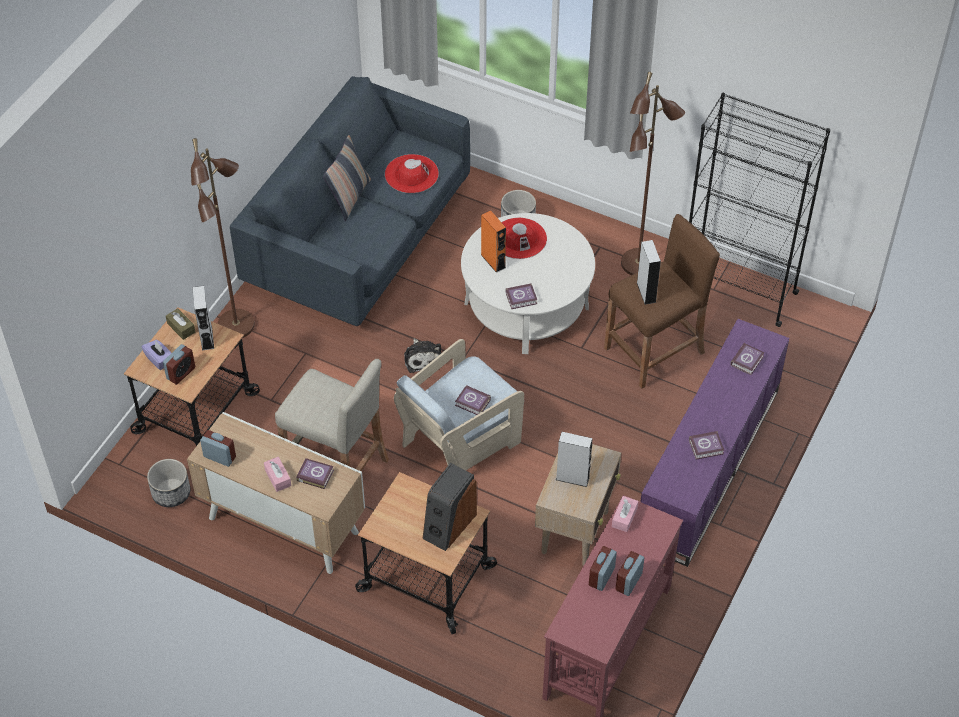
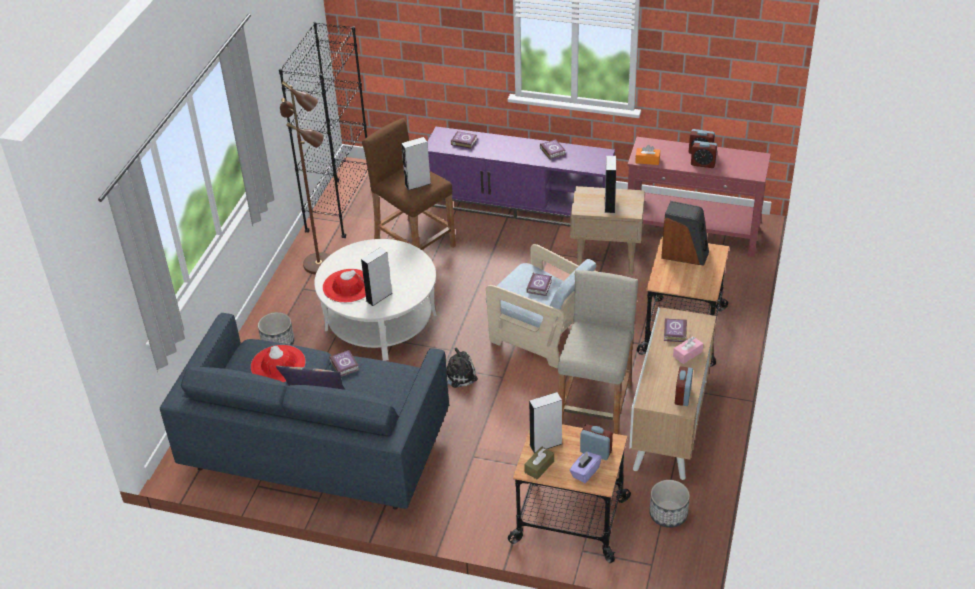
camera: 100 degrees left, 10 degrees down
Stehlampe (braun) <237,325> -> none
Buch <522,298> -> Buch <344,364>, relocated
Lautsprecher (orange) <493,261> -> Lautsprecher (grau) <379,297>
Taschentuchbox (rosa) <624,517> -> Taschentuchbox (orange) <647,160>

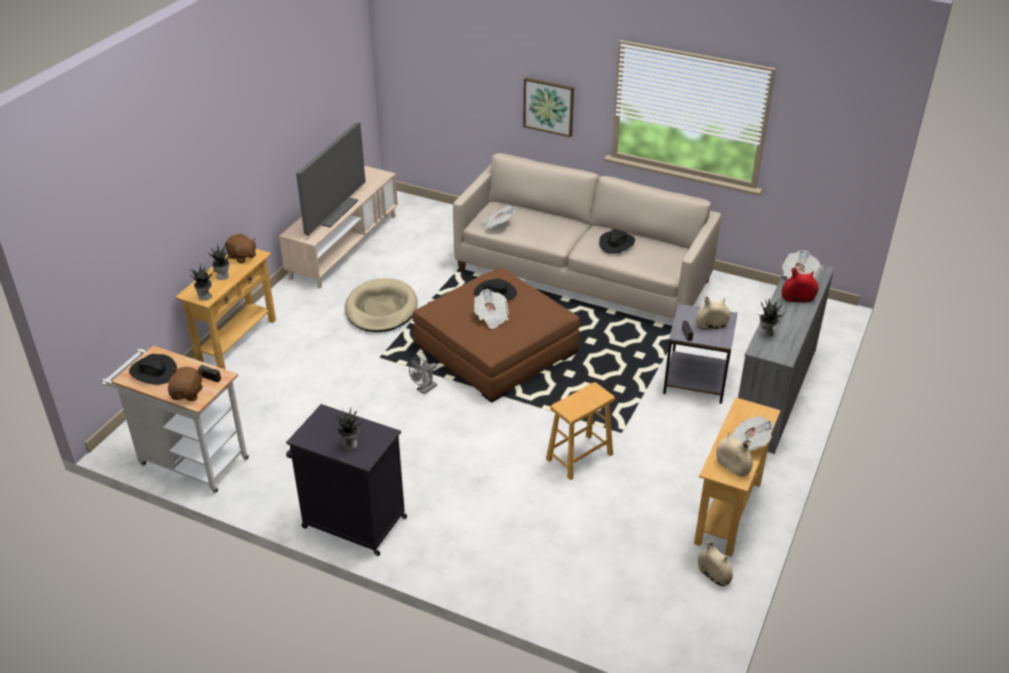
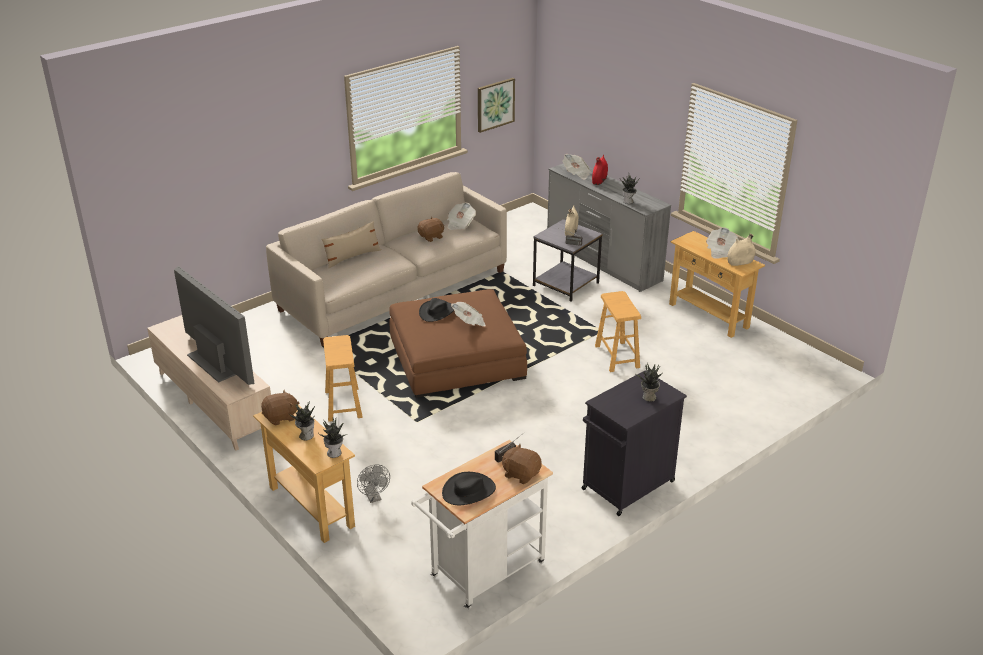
camera: 65 degrees left, 5 degrees down
Vase (beige) <713,575> -> none
none -> Kissen (beige) <352,257>
Ventilator (grau) <424,390> -> Ventilator (grau) <374,498>, relocated
Zeitung <497,225> -> Zeitung <460,224>, relocated
Bild <549,106> -> Bild <495,104>, relocated
Hundebett (beige) <381,309> -> Hocker (braun) <343,404>
Hut (schwarz) <616,243> -> Plüschtier (braun) <431,237>

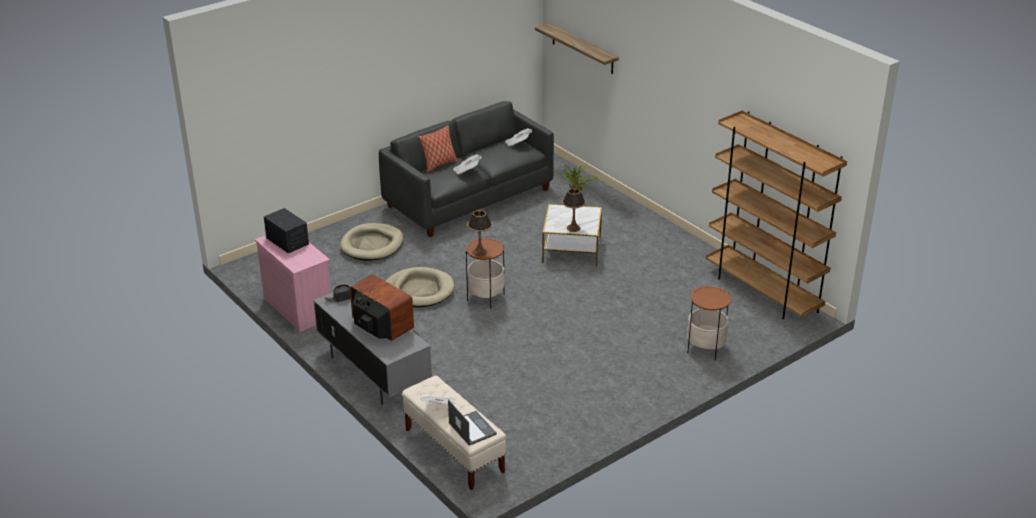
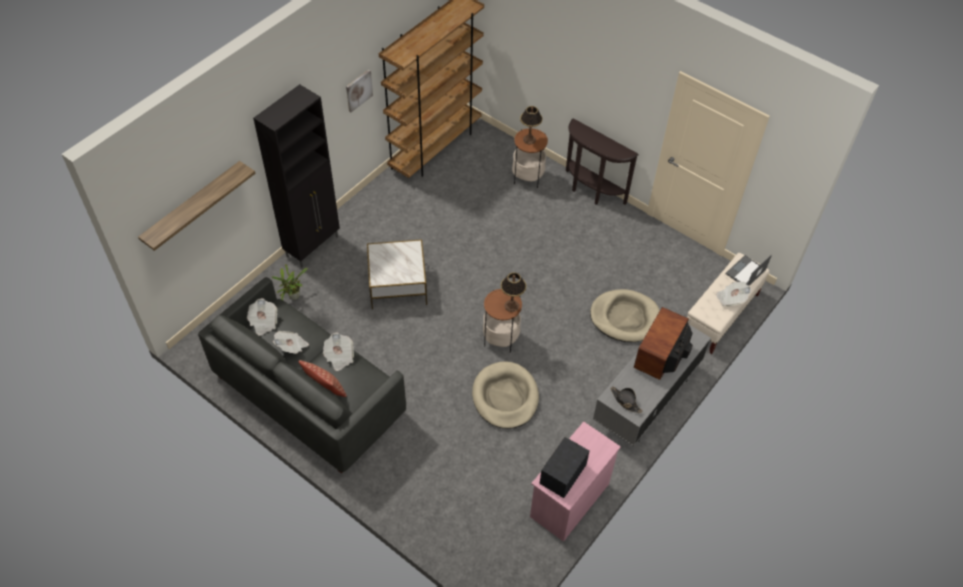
camera: 105 degrees left, 20 degrees up
none -> Schrank (schwarz) <313,246>
none -> Zeitung <292,347>
none -> Bild <358,90>
none -> Konsolentisch (braun) <591,192>
Hundebett (beige) <372,245> -> Hundebett (beige) <625,317>, relocated
Tischlampe <573,228> -> Tischlampe <529,140>, relocated

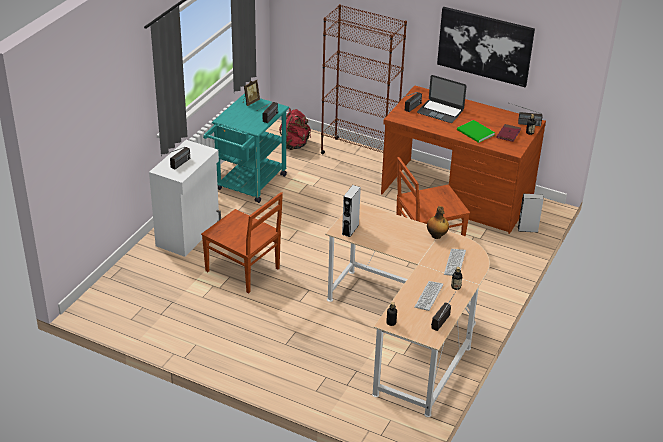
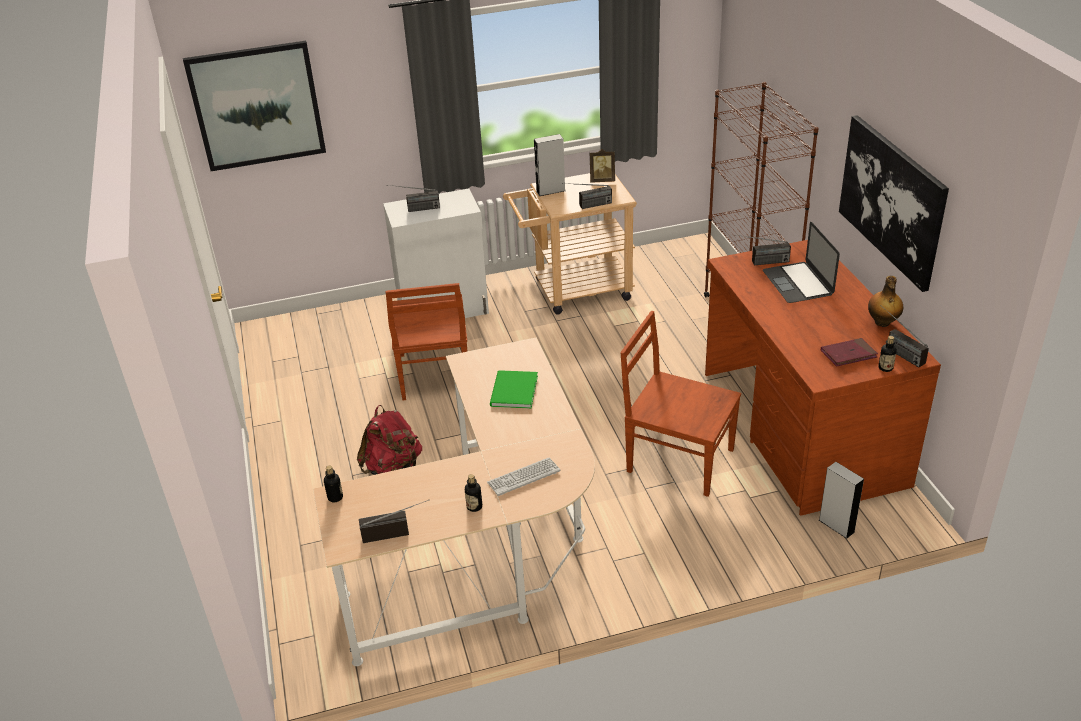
camera: 50 degrees right, 0 degrees up
Tastatur <428,296> -> none
none -> Bild <257,106>
Rucksack (rot) <295,144> -> Rucksack (rot) <393,467>, relocated
Lautsprecher (grau) <350,229> -> Lautsprecher (grau) <550,191>, relocated
Flasche <436,236> -> Flasche <882,322>, relocated
Buch (grün) <475,133> -> Buch (grün) <512,392>, relocated
Rollwagen (türkis) <248,185> -> Rollwagen (beige) <574,291>

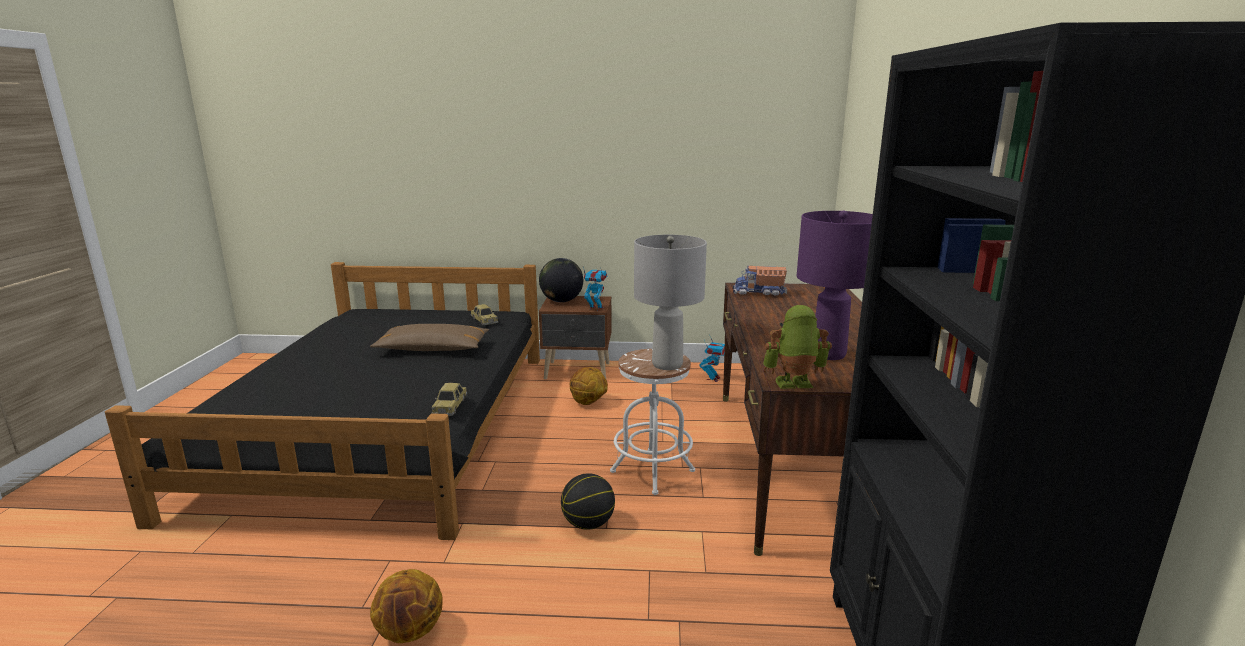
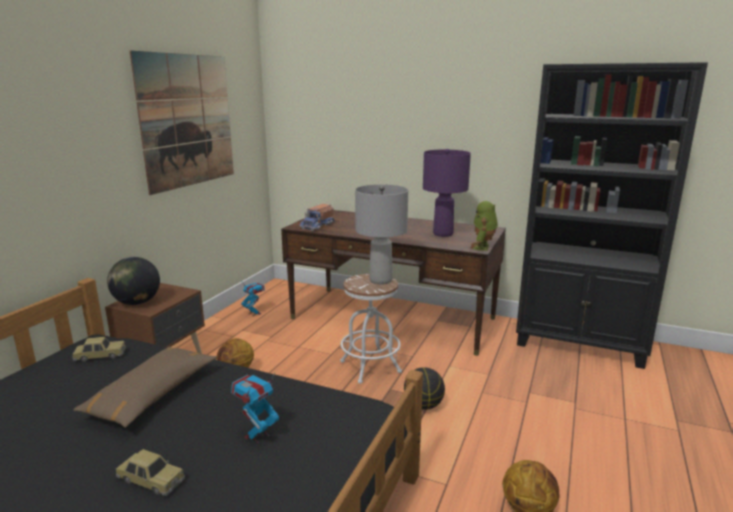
camera: 70 degrees left, 0 degrees up
none -> Bild <187,121>
Spielzeugauto <450,406> -> Spielzeugauto <151,480>, relocated
Spielzeugroboter <595,308> -> Spielzeugroboter <257,436>, relocated

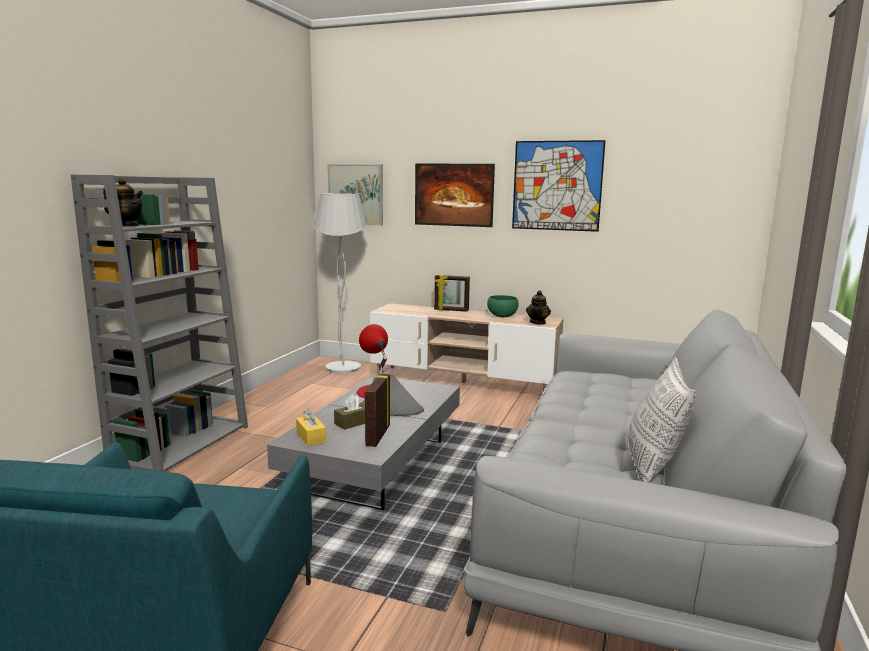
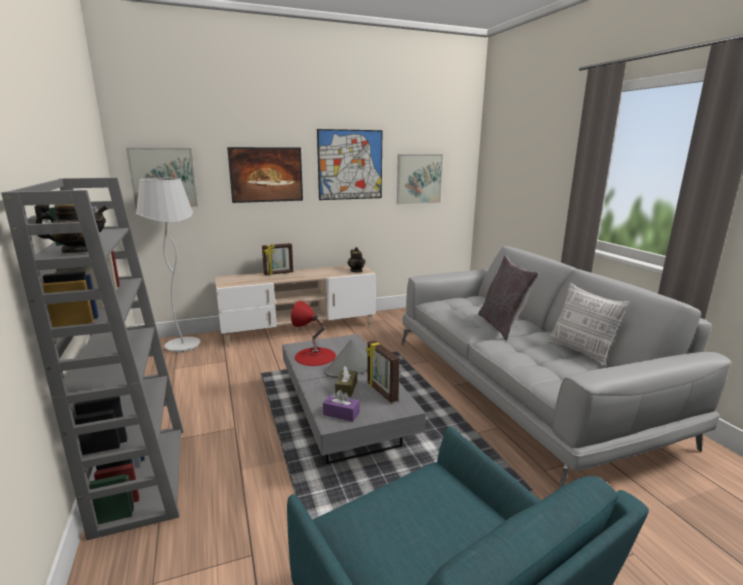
camera: 40 degrees left, 5 degrees up
Schüssel (grün) <502,315> -> none
none -> Bild <419,179>
none -> Kissen (grau) <502,326>
Taschentuchbox (gelb) <311,437> -> Taschentuchbox (lila) <341,413>

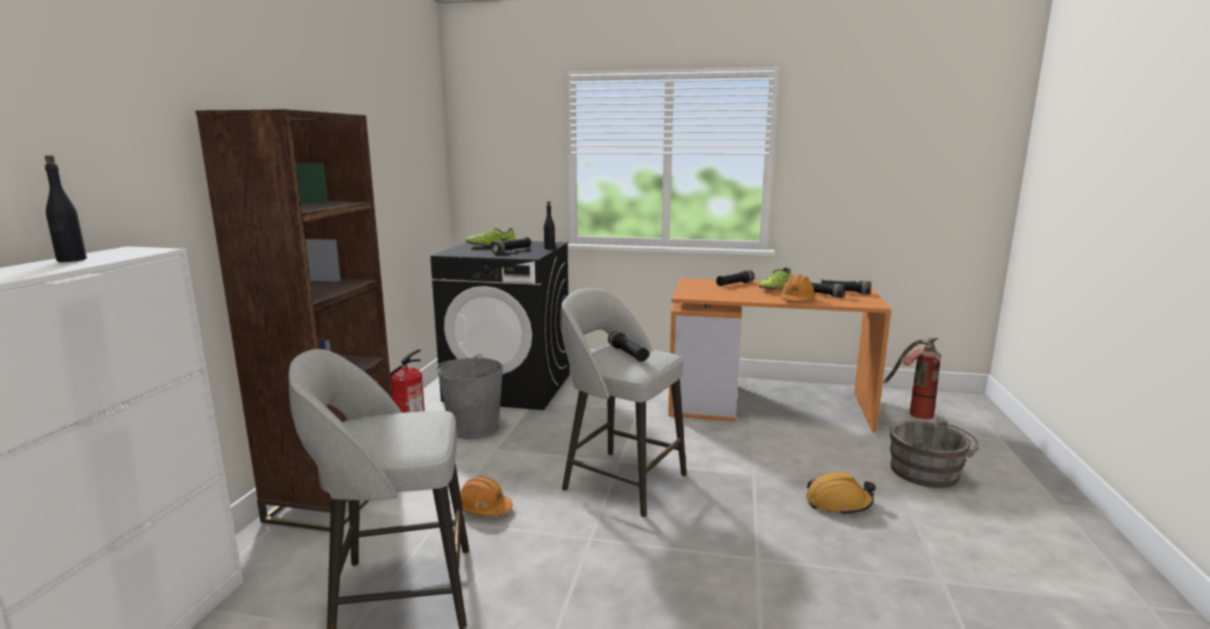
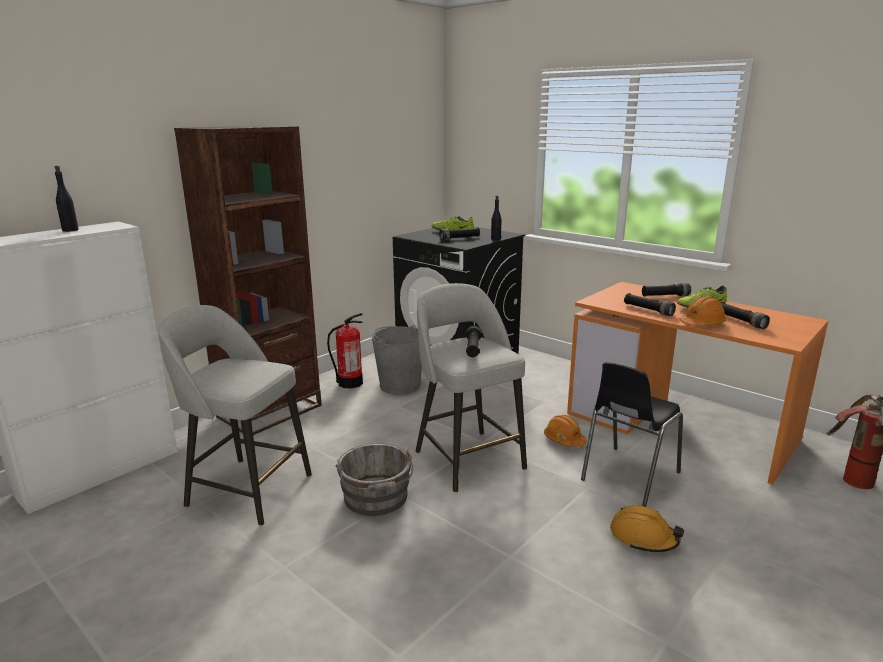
camera: 30 degrees right, 5 degrees up
none -> Stuhl (schwarz) <628,477>
Schutzhelm (orange) <484,508> -> Schutzhelm (orange) <564,440>, relocated
Taschenlampe (schwarz) <844,292> -> Taschenlampe (schwarz) <648,310>, relocated
Eimer (grau) <928,473> -> Eimer (grau) <376,499>, relocated

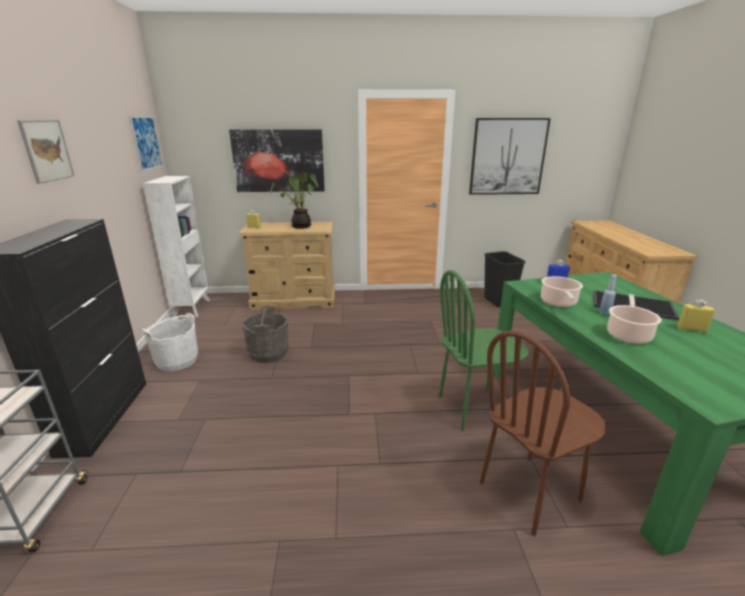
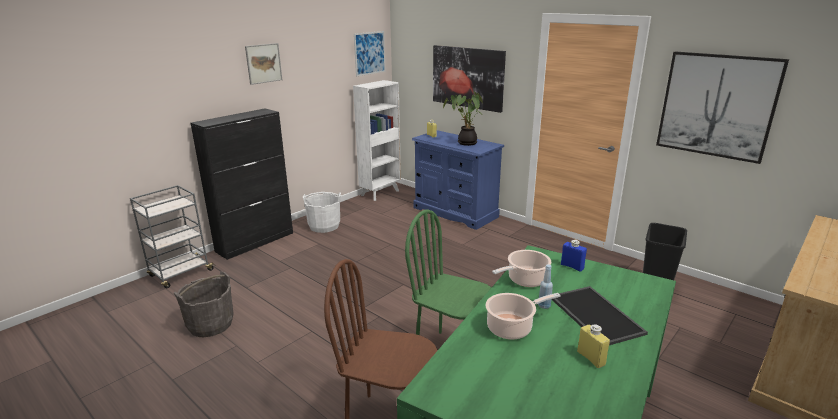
camera: 45 degrees right, 0 degrees up
Eimer (grau) <268,353> -> Eimer (grau) <210,324>, relocated
Kommode (beige) <294,300> -> Kommode (blau) <455,212>

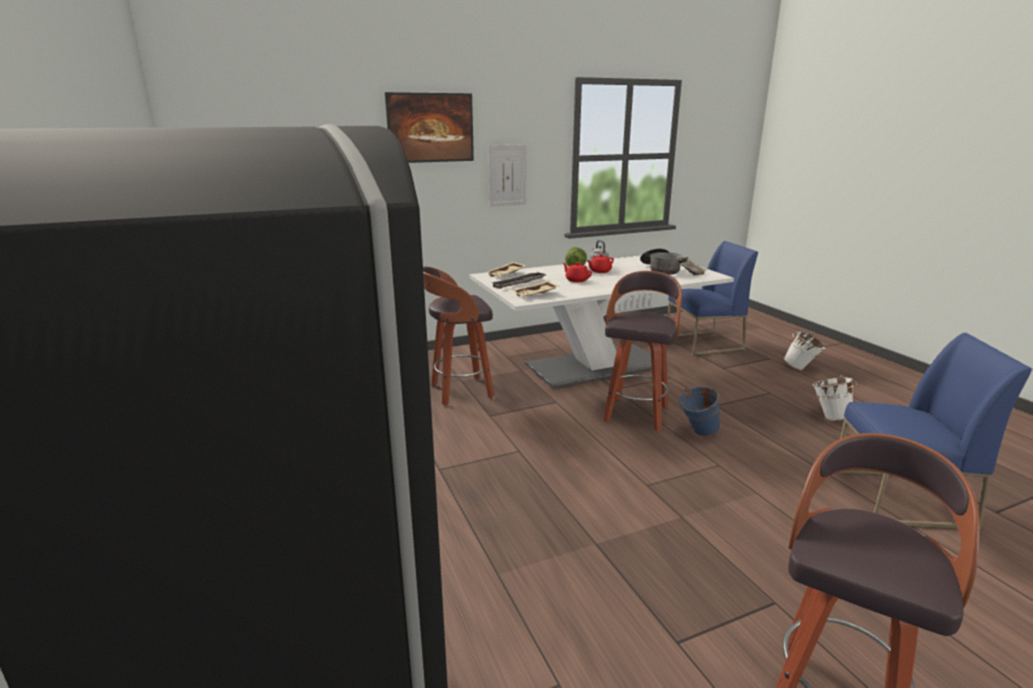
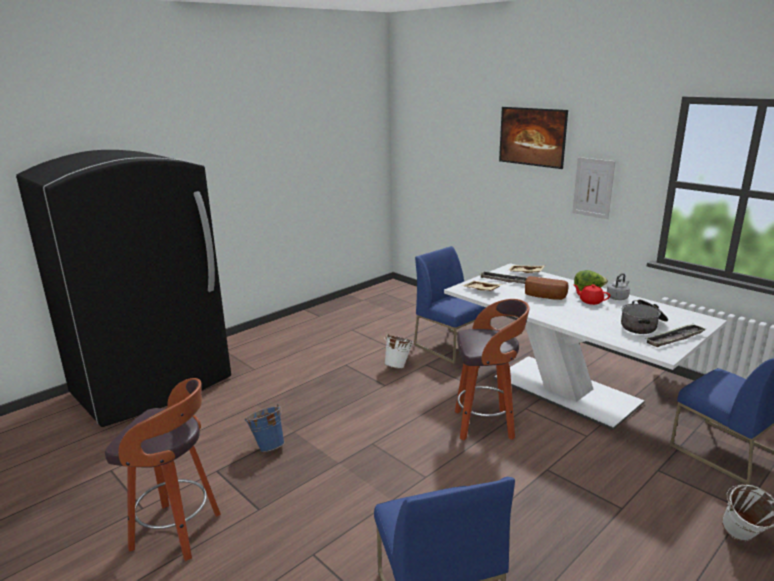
camera: 70 degrees right, 0 degrees up
Eimer (blau) <697,433> -> Eimer (blau) <268,446>, relocated
Eimer (weiß) <829,417> -> Eimer (weiß) <398,366>, relocated
Hocker <460,391> -> Stuhl (blau) <452,346>
Teekanne (rot) <576,280> -> Brot <544,297>

